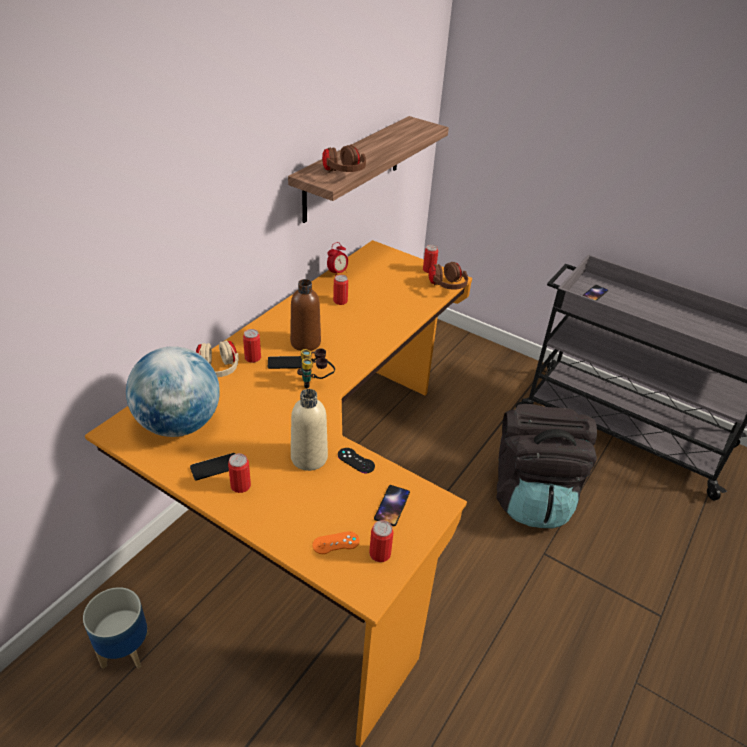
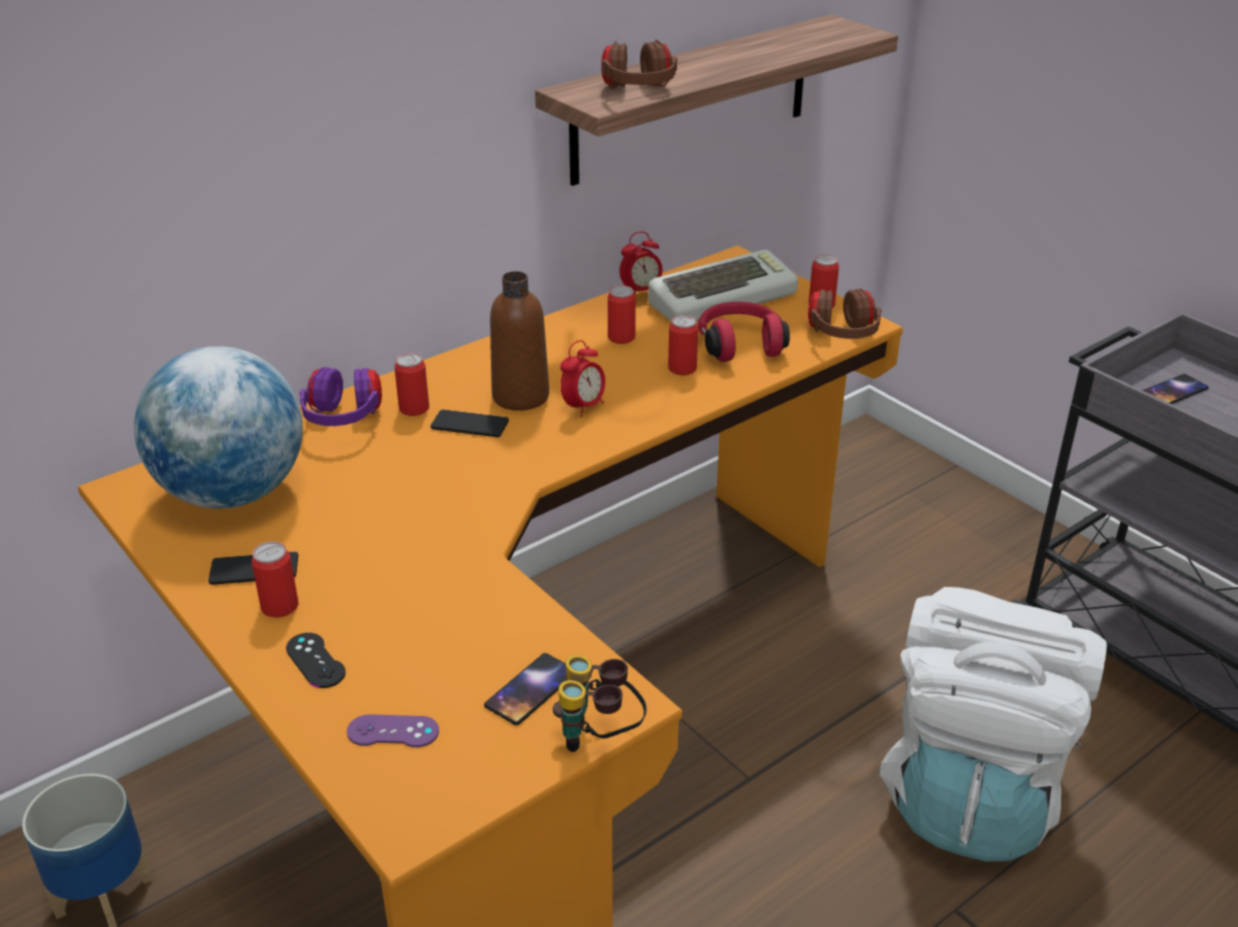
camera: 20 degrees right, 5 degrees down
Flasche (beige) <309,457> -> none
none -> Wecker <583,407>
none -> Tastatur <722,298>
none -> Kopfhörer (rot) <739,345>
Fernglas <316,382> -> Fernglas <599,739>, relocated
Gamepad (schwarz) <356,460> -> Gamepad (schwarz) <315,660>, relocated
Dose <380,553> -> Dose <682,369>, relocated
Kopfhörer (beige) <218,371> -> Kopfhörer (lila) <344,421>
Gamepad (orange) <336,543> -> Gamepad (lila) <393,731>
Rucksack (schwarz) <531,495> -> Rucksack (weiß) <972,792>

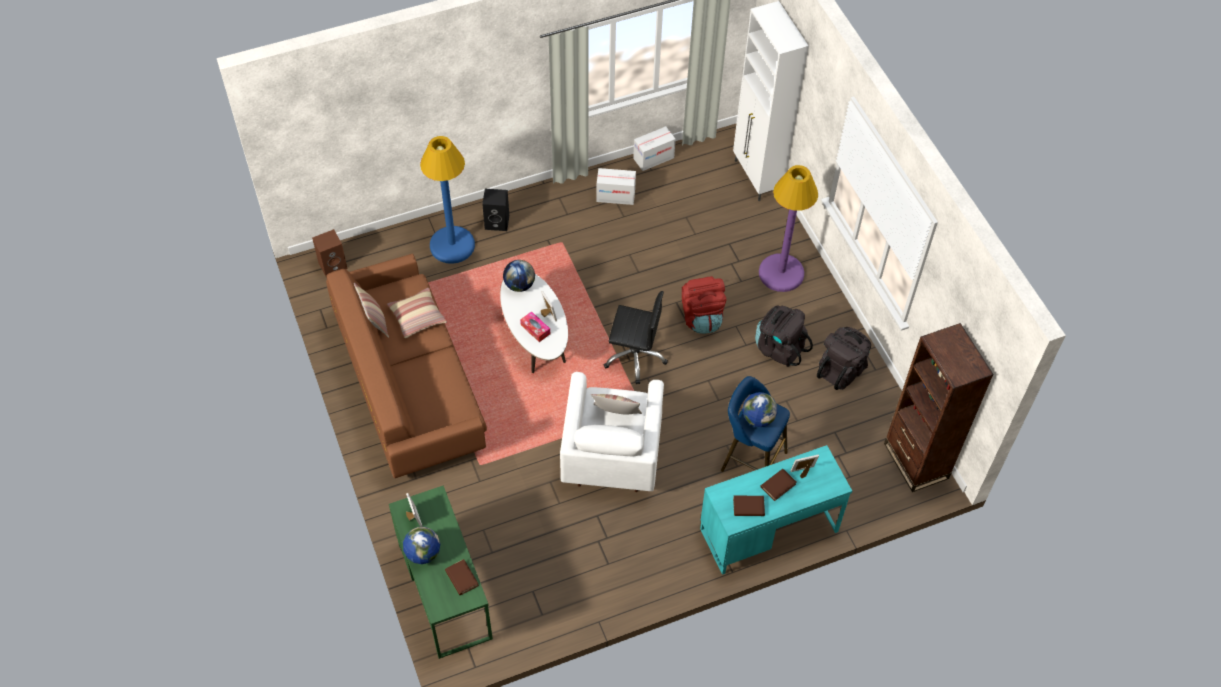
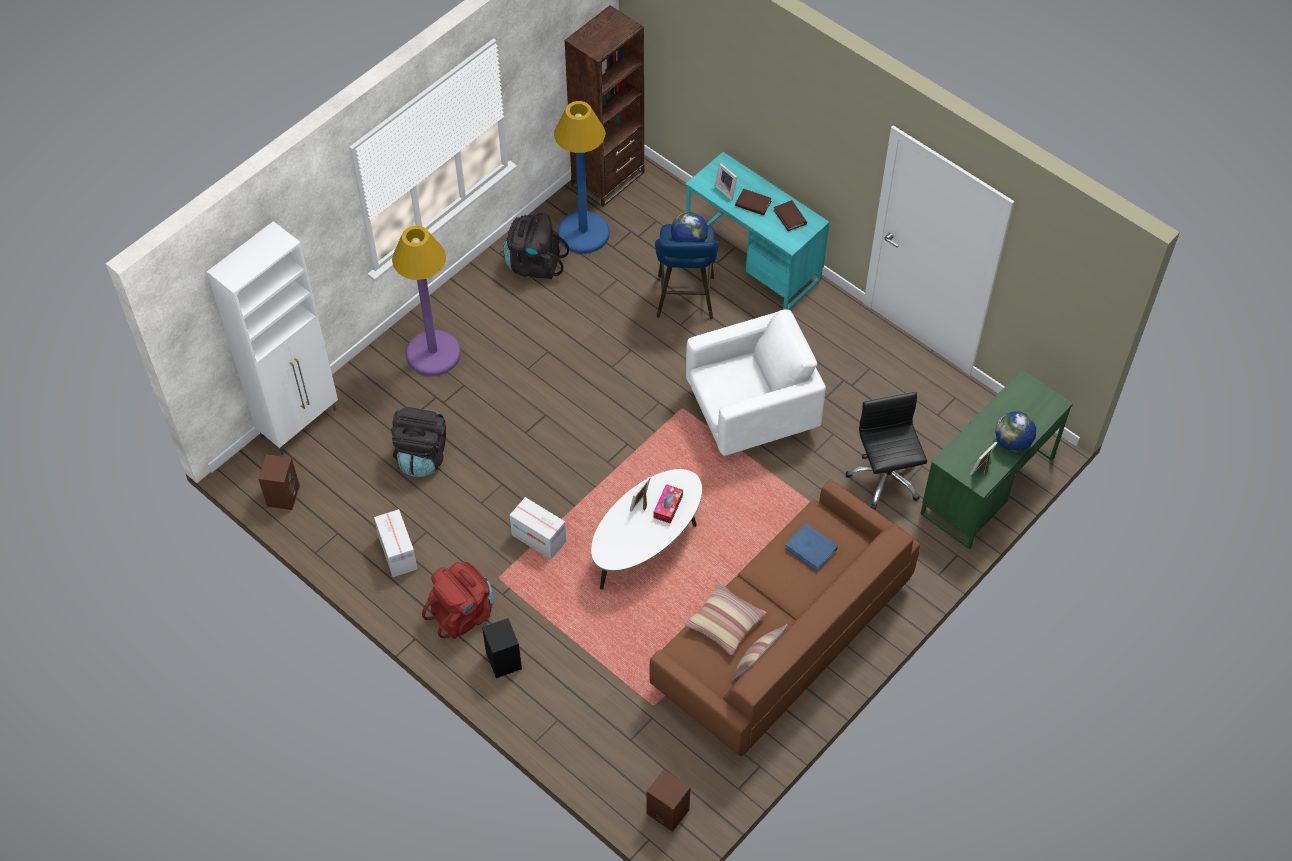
camera: 115 degrees left, 0 degrees up
Buch (braun) <461,578> -> none
Globus <519,285> -> none
Kissen <616,415> -> none
none -> Lautsprecher (braun) <283,495>
none -> Buch (blau) <811,548>
Stehlampe (blau) <452,245> -> Stehlampe (blau) <583,233>, relocated
Bürostuhl (schwarz) <635,356> -> Bürostuhl (schwarz) <885,478>, relocated
Karton <653,158> -> Karton <539,538>, relocated
Rucksack (rot) <701,317> -> Rucksack (rot) <463,613>, relocated
Rucksack (schwarz) <779,348> -> Rucksack (schwarz) <422,456>, relocated

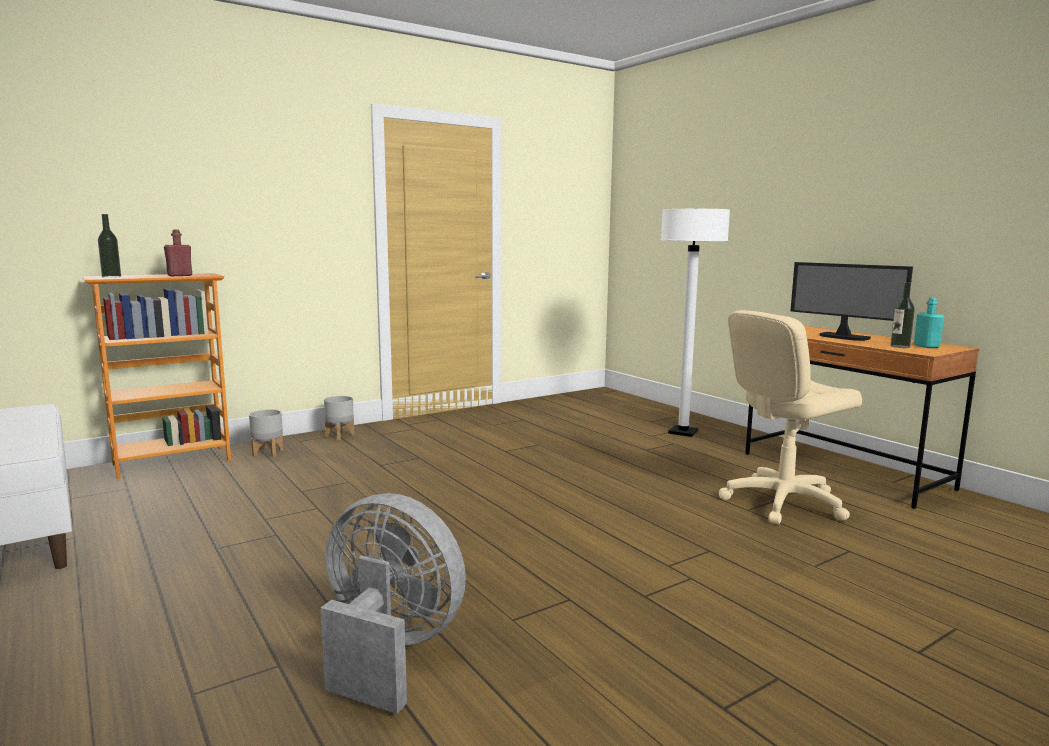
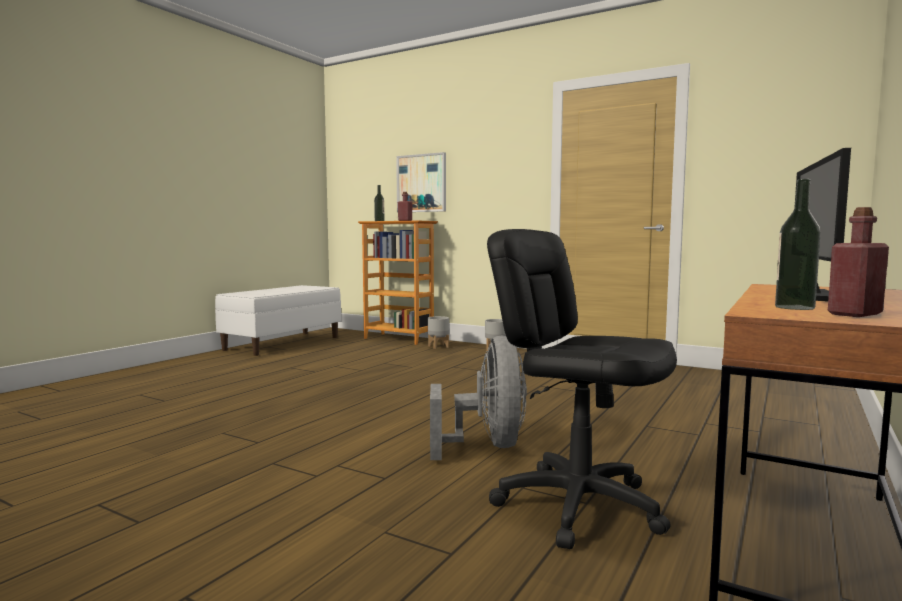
camera: 65 degrees right, 5 degrees down
Stehlampe (weiß) <683,432> -> none
none -> Bild <421,183>
Ventilator (grau) <389,651> -> Ventilator (grau) <487,446>, relocated
Bürostuhl (beige) <782,502> -> Bürostuhl (schwarz) <578,505>
Flasche (türkis) <926,346> -> Flasche (rot) <854,314>

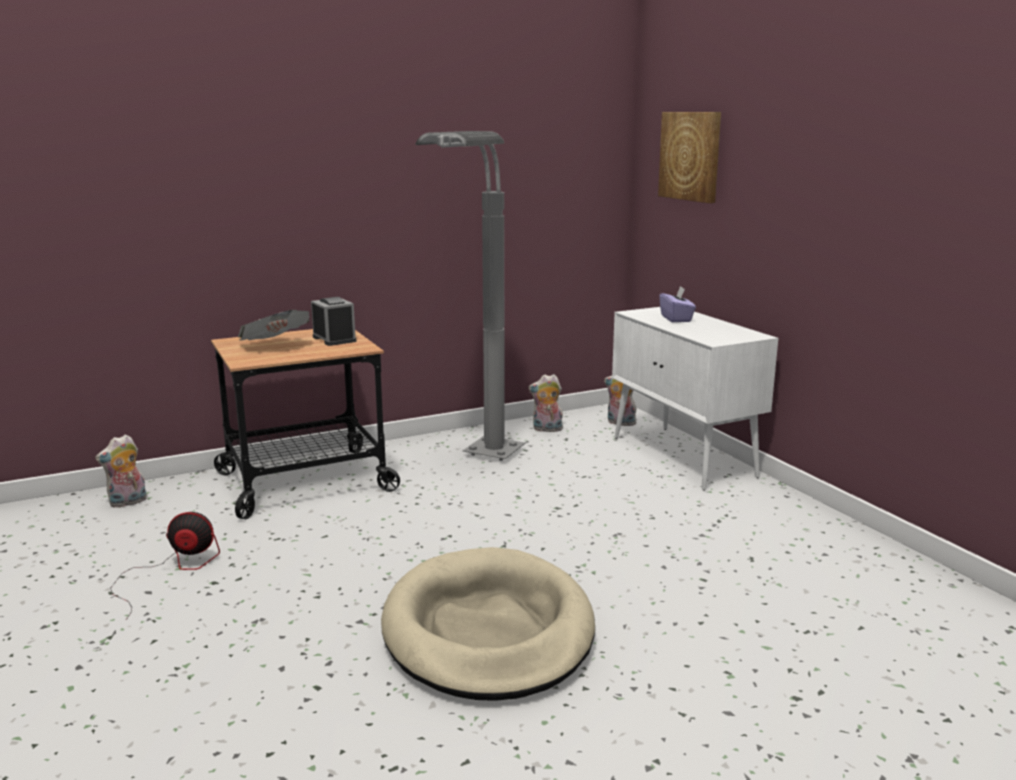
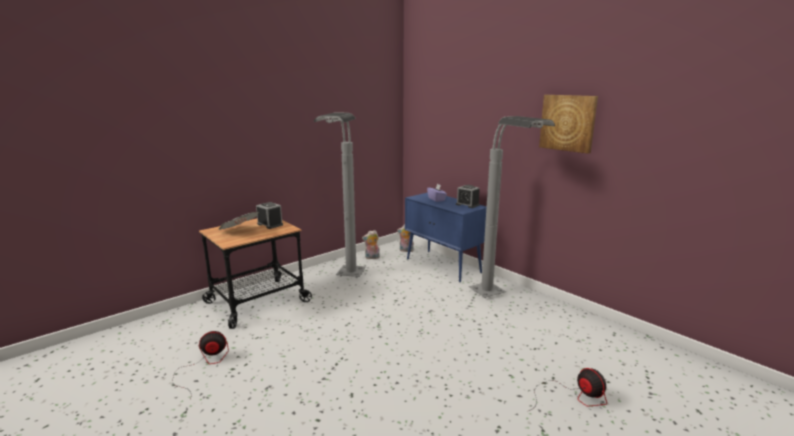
camera: 15 degrees left, 0 degrees up
Plüschtier <127,503> -> none
Hundebett (beige) <488,630> -> none
none -> Wecker <467,205>
none -> Stehlampe (grau) <499,300>
none -> Ventilator <572,397>
Bild <691,156> -> Bild <568,123>, relocated
Schrank (weiß) <684,457> -> Schrank (blau) <443,266>

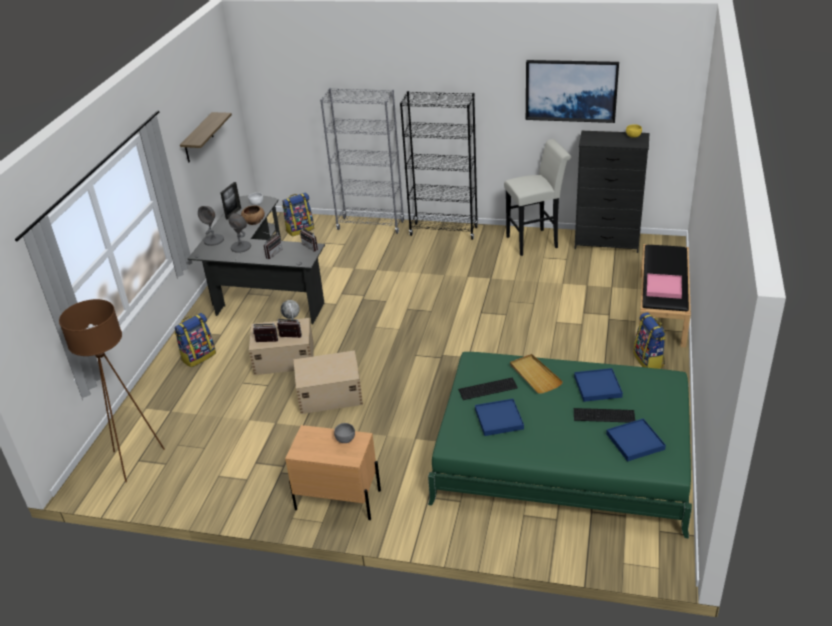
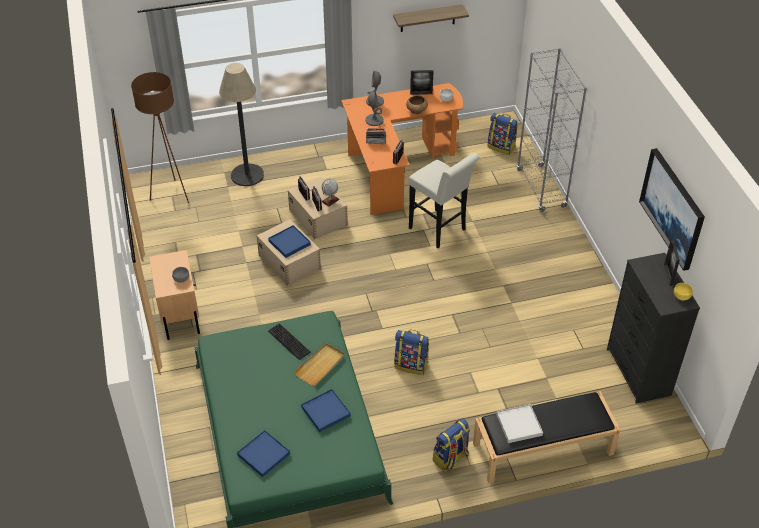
camera: 60 degrees right, 10 degrees up
Bücherregal (schwarz) <444,231> -> none
Tastatur <604,416> -> none
none -> Stehlampe <247,175>
none -> Bilderrahmen <668,275>
Rucksack <198,356> -> Rucksack <411,364>, relocated
Tablett (blau) <499,419> -> Tablett (blau) <289,243>, relocated
Hocker (weiß) <536,241> -> Hocker (weiß) <440,231>, relocated
Schreibtisch (schwarz) <261,291> -> Schreibtisch (orange) <395,165>
Tablett (rosa) <663,288> -> Tablett (weiß) <519,425>

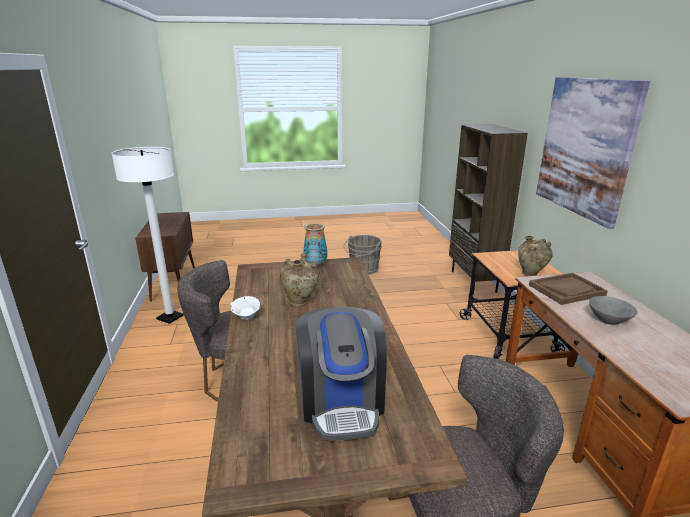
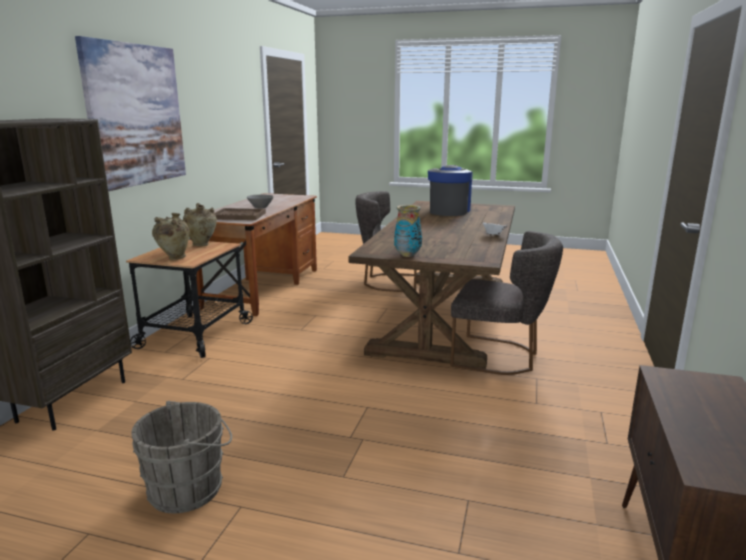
camera: 155 degrees left, 5 degrees down
Stehlampe (weiß) <170,317> -> none
Vase (beige) <300,302> -> Vase (beige) <174,258>, relocated

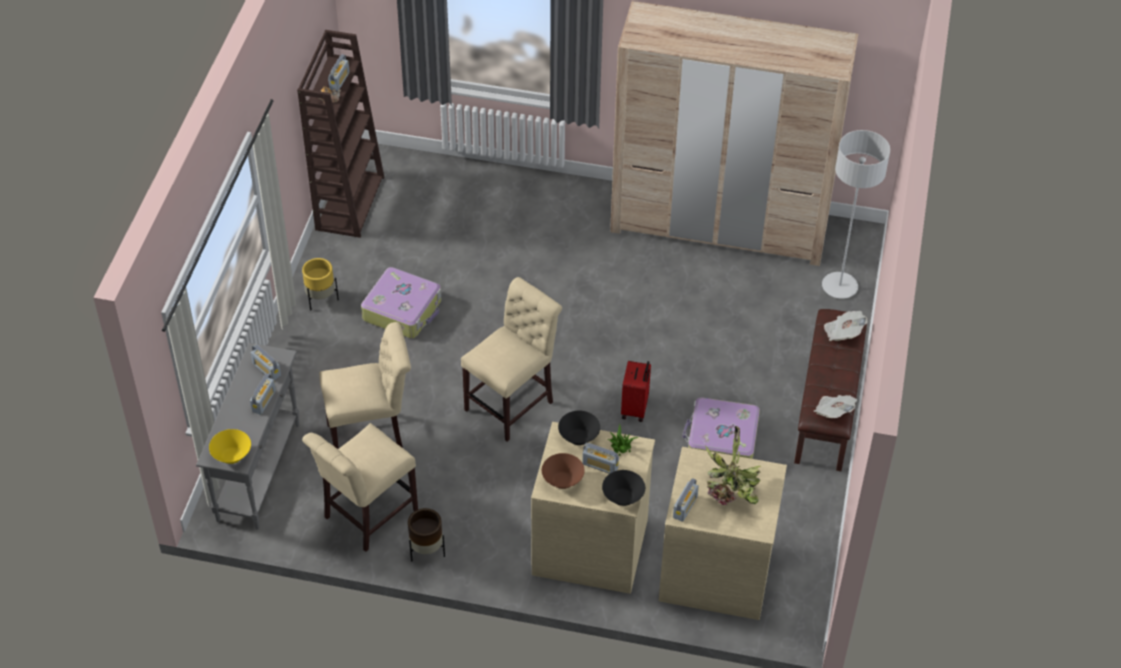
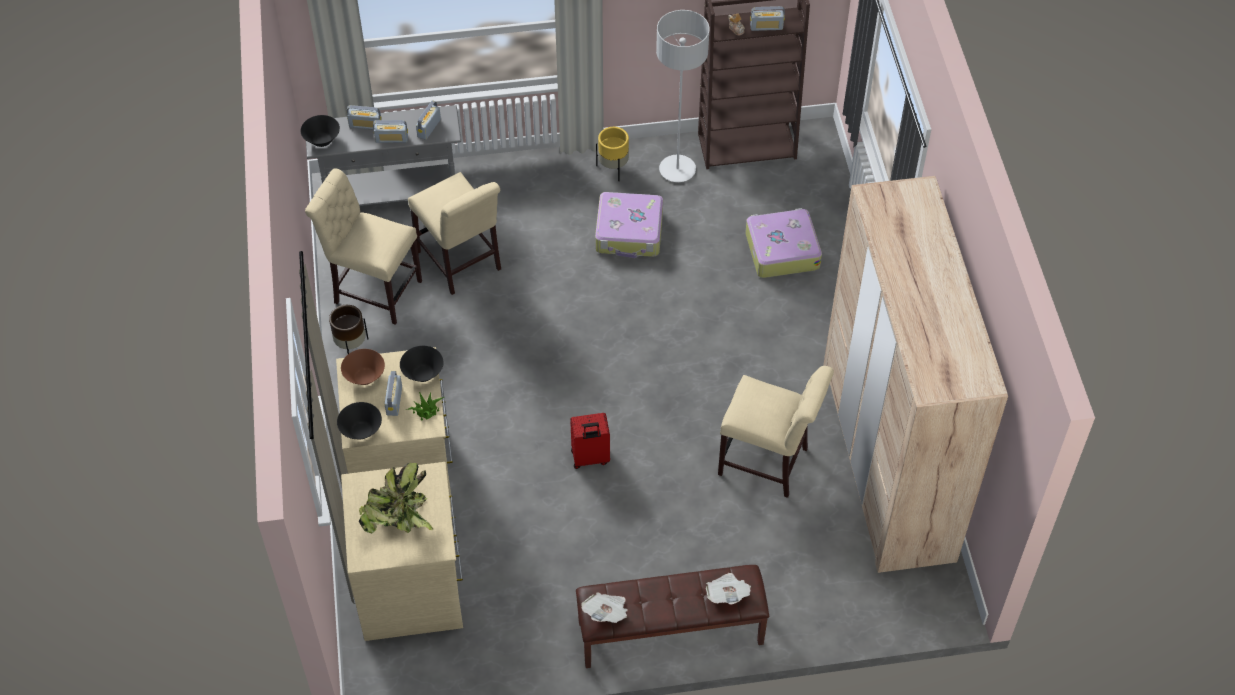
camera: 70 degrees right, 5 degrees up
Stuhl (beige) <513,403> -> Stuhl (beige) <768,463>, relocated
Radio <685,507> -> Radio <365,125>, relocated
Koffer <721,440> -> Koffer <781,250>, relocated
Stehlampe (grau) <839,286> -> Stehlampe (grau) <677,170>, relocated
Schüssel (gelb) <232,456> -> Schüssel (schwarz) <322,140>

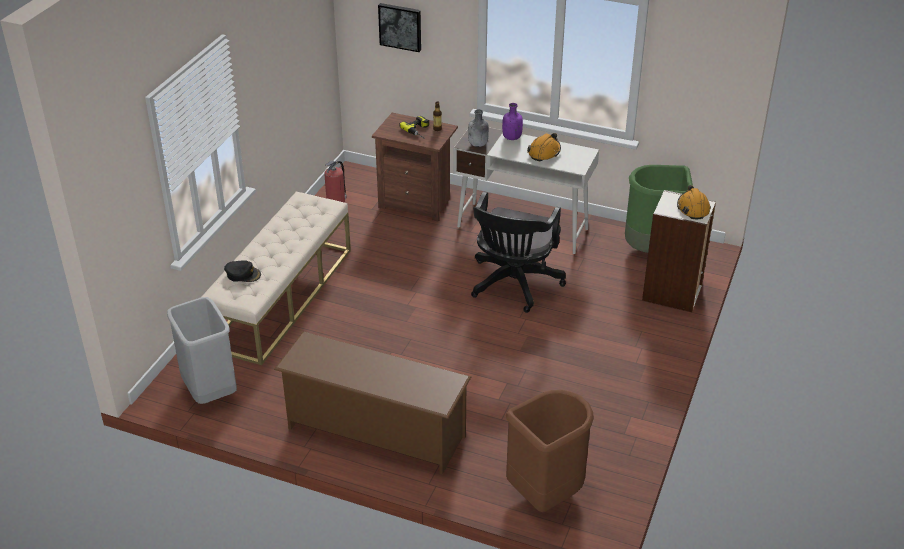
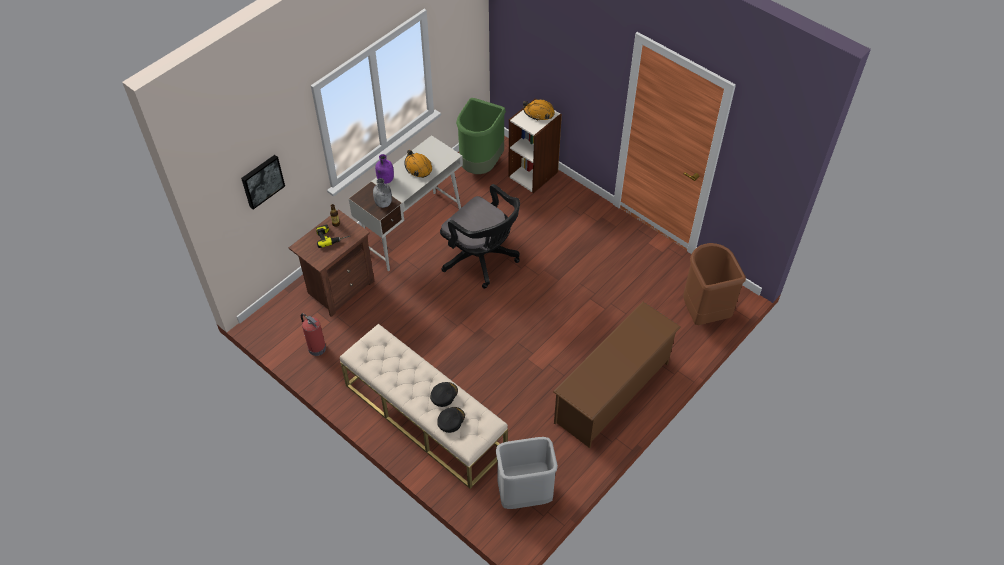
camera: 70 degrees left, 15 degrees up
none -> Kappe (schwarz) <443,395>

